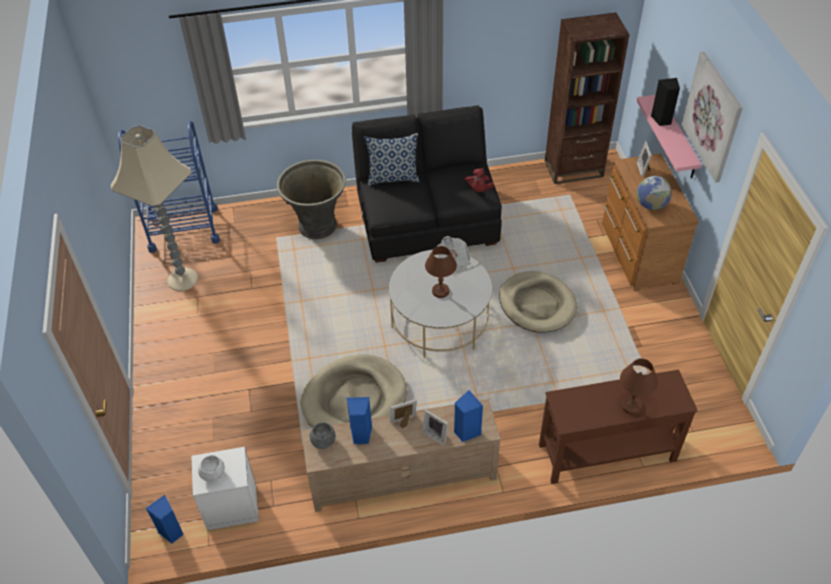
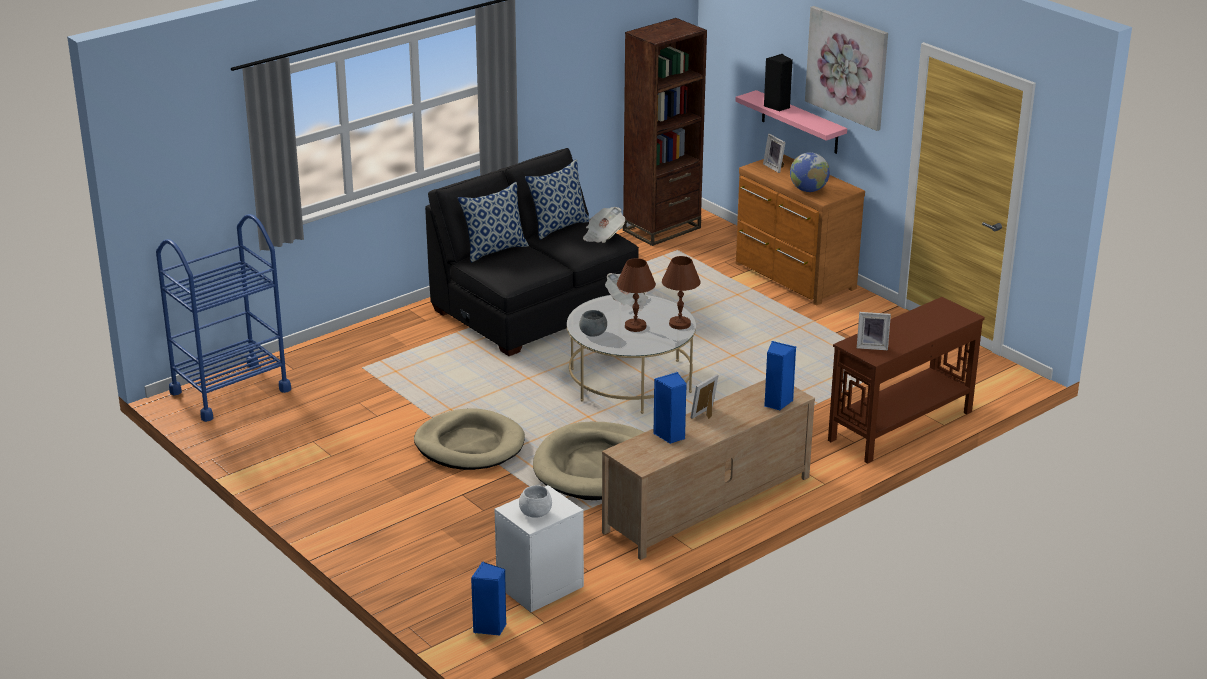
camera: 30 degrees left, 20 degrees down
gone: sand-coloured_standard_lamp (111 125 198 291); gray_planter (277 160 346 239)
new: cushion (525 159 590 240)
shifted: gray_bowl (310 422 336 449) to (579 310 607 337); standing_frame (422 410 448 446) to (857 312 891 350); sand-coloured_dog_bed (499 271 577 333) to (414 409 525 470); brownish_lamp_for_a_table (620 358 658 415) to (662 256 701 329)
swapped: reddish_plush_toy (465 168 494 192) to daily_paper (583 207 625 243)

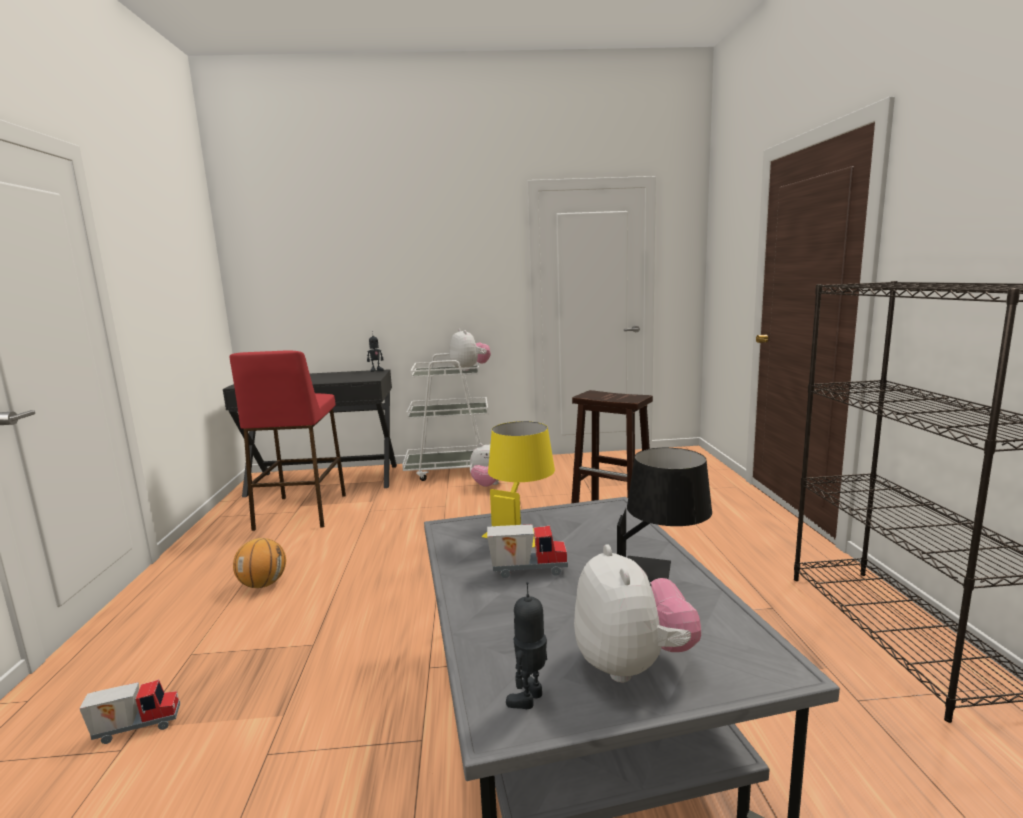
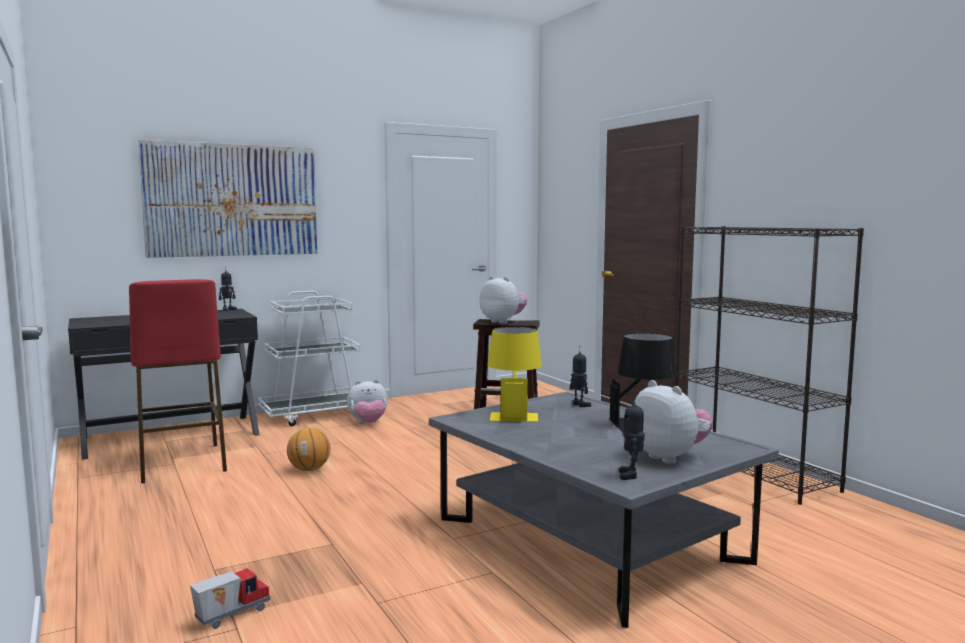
camera: 25 degrees left, 5 degrees down
gone: toy_truck (487 524 568 578)
new: wall_art (138 140 317 258); robot_figure (569 346 591 407)
shifted: ball_for_basketball (233 538 286 588) to (287 428 331 471); plush_toy (450 329 491 371) to (480 276 527 324)

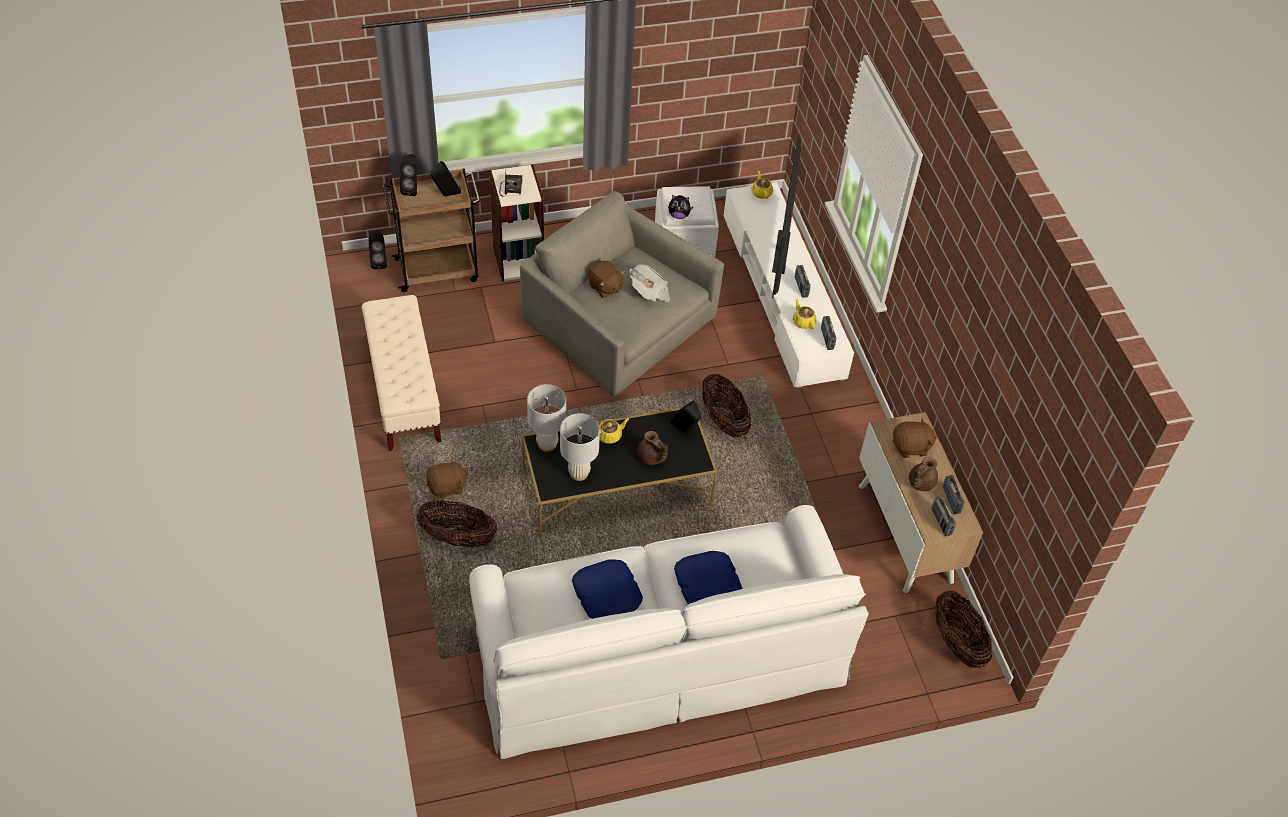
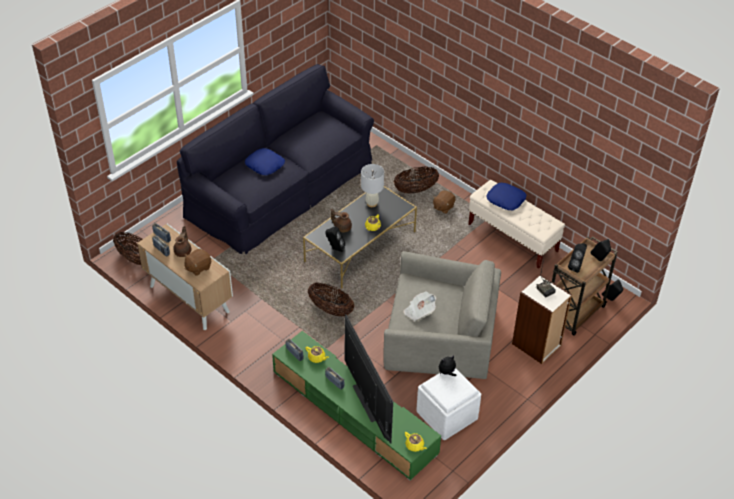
camera: 150 degrees right, 5 degrees down
gone: whitish_lamp_for_a_table (527 384 566 452); brownish_plush_toy (587 261 625 298)
shifted: blue_cushion (572 559 643 619) to (486 183 526 210)
repainted: whitish_settee (469 505 869 759) to black-coloured_settee (177 64 374 254); whitish_tv_unit (724 182 854 388) to green_tv_unit (272 331 441 481)

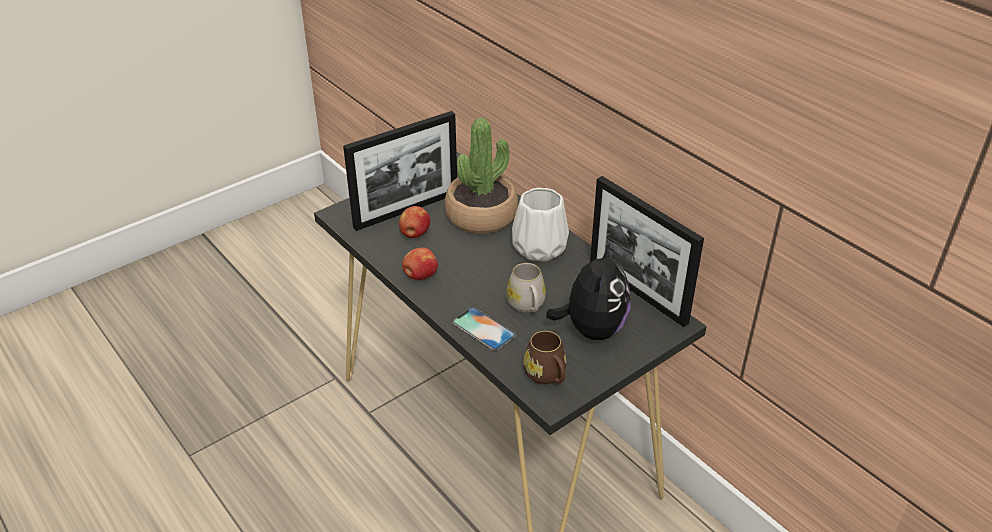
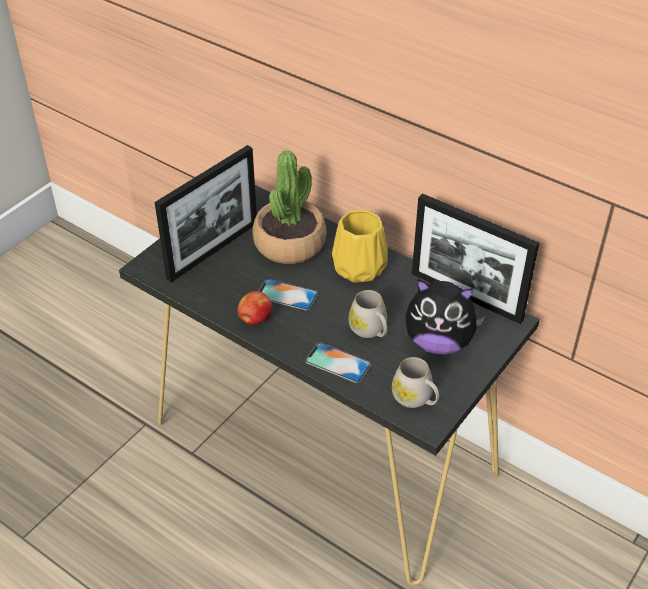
camera: 15 degrees left, 5 degrees up
gone: apple_fruit (399 206 430 238)
new: handset (259 279 318 311)
repainted: whitish_vase (512 188 569 261) to yellow-coloured_vase (332 210 388 283); brownish_coffee_mug (523 331 566 384) to whitish_coffee_mug (392 357 439 408)
rotated: plush_toy (546 242 631 340) = (406 279 485 355) 105 degrees clockwise

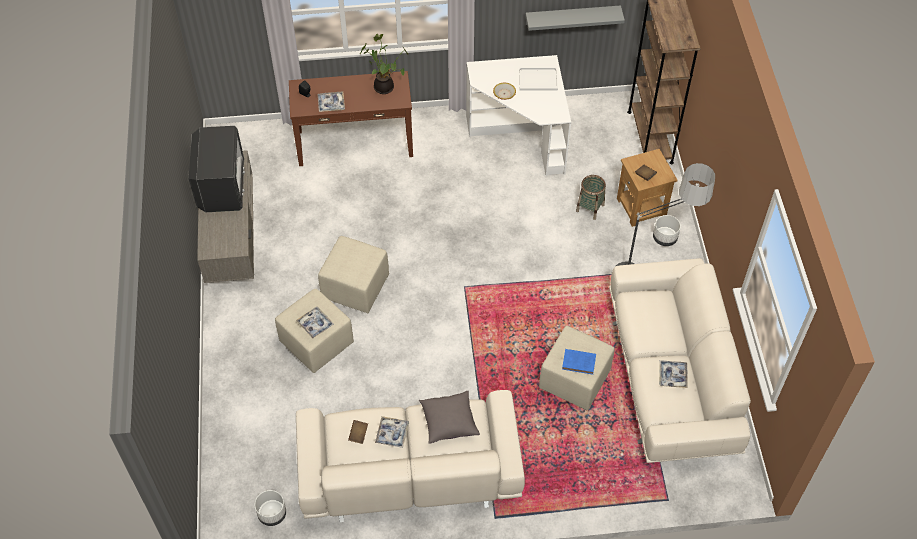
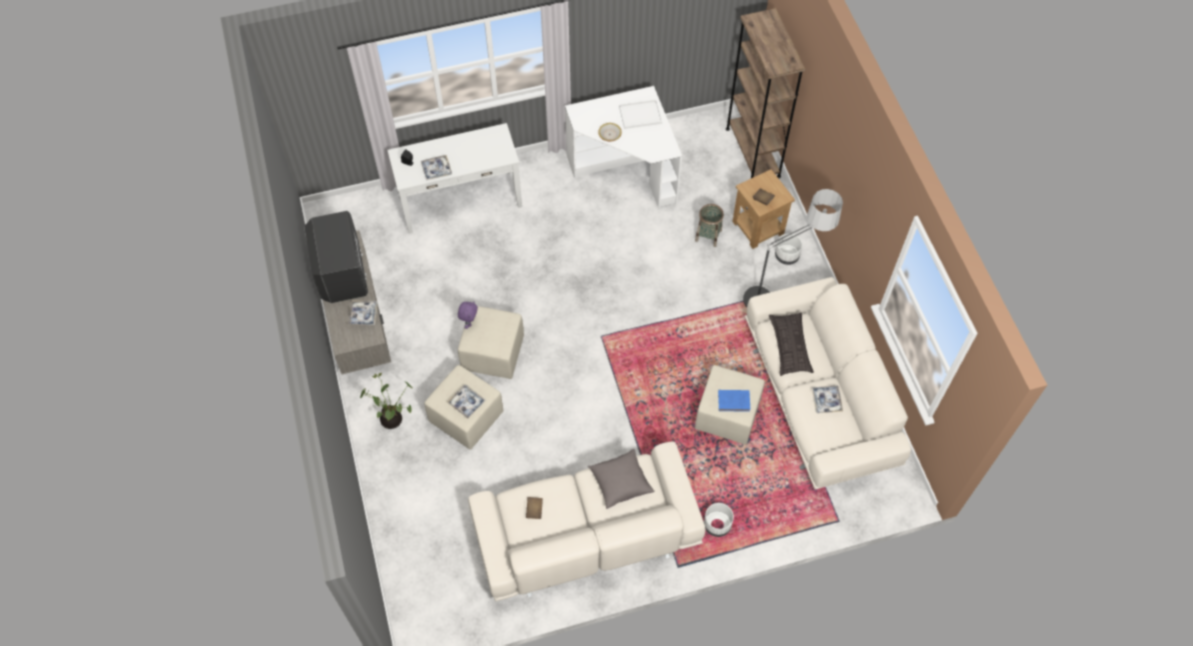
camera: 10 degrees left, 5 degrees up
gone: gray_bracket_shelf (526 5 625 31)
new: purple_plush_toy (458 302 478 329); cushion (769 313 814 376)
shifted: whitish_planter (254 490 286 526) to (704 503 734 537); potted_plant (360 34 408 94) to (360 373 412 429); serving_tray (375 416 409 448) to (348 300 378 325)
repainted: brownish_console_table (289 71 413 166) to whitish_console_table (387 123 522 234)

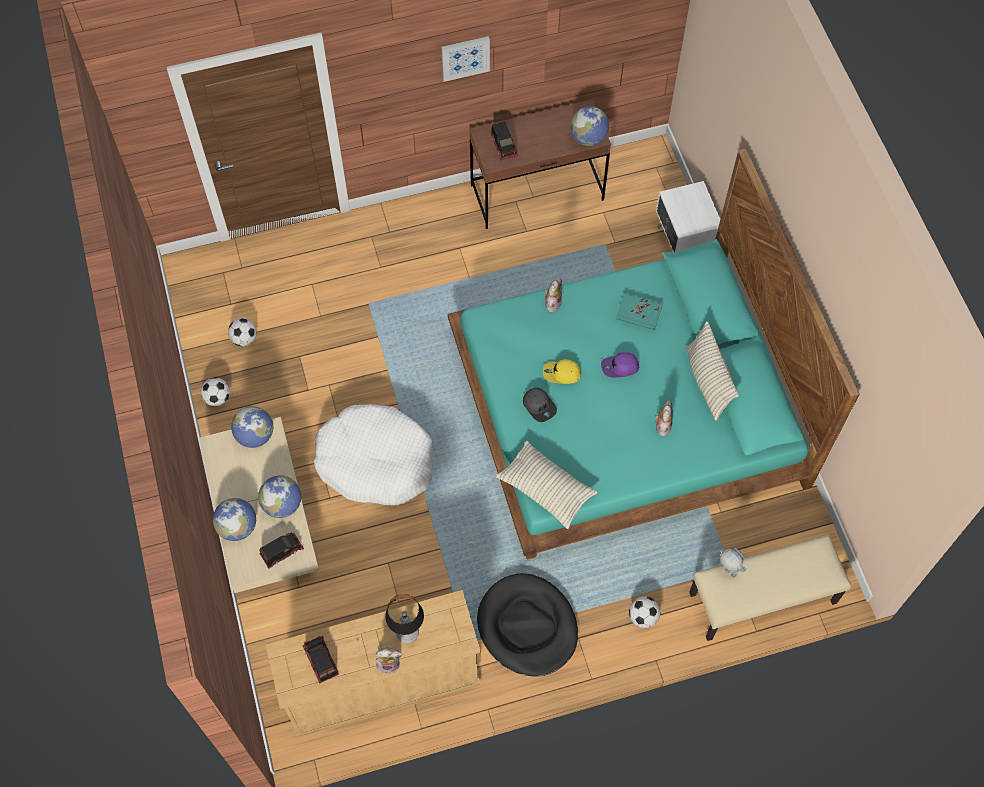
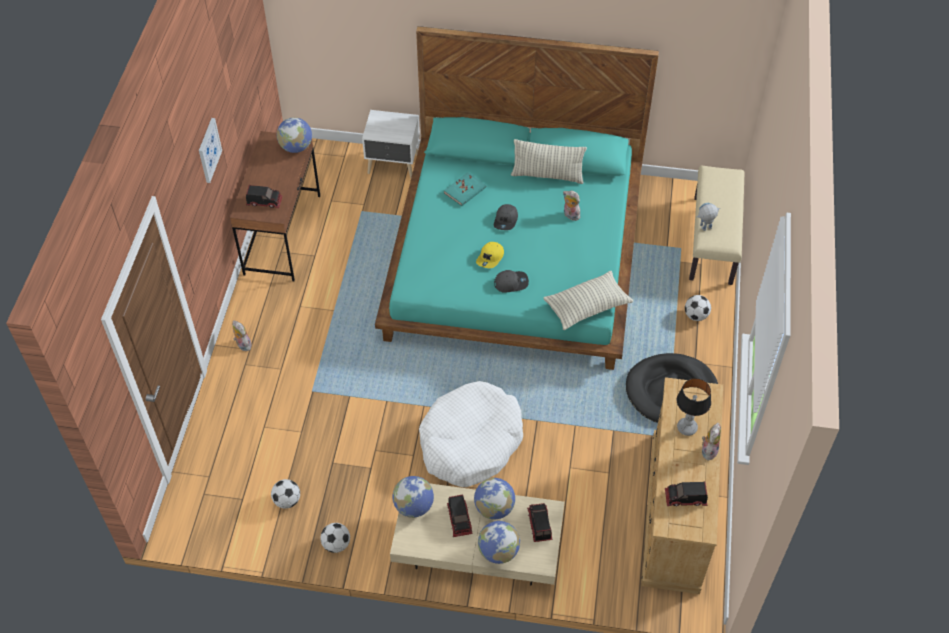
camera: 65 degrees left, 10 degrees down
new: toy_truck (447 495 473 537)
shifted: plush_toy (545 277 562 312) to (233 320 251 351)
repainted: purple_baseball_cap (601 352 639 378) to gray_baseball_cap (494 204 518 230)

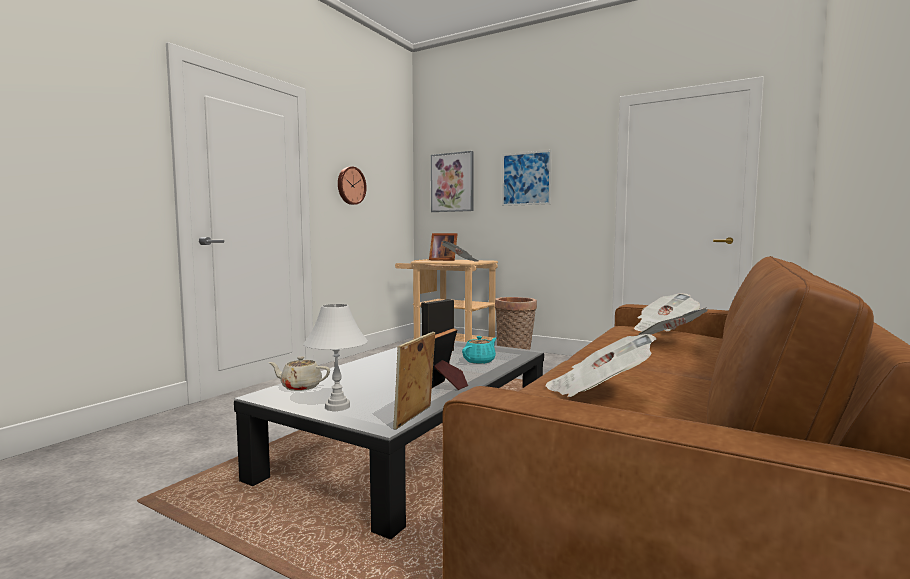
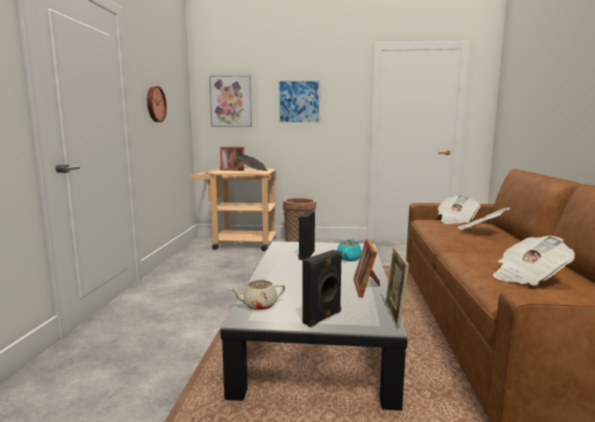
camera: 25 degrees left, 5 degrees up
swapped: whitish_lamp_for_a_table (303 304 368 411) to black-coloured_audio_speaker (302 250 342 327)

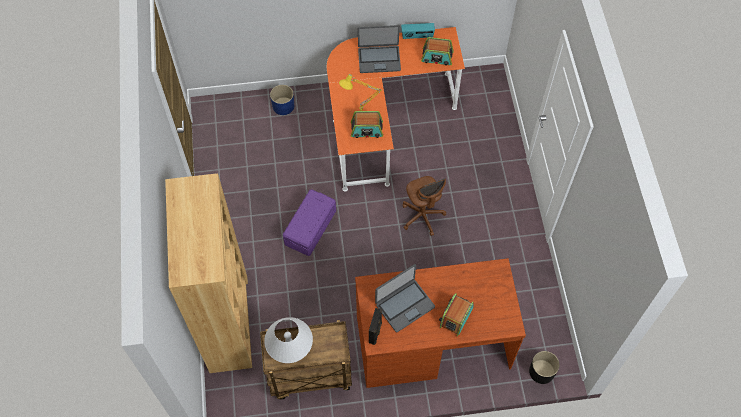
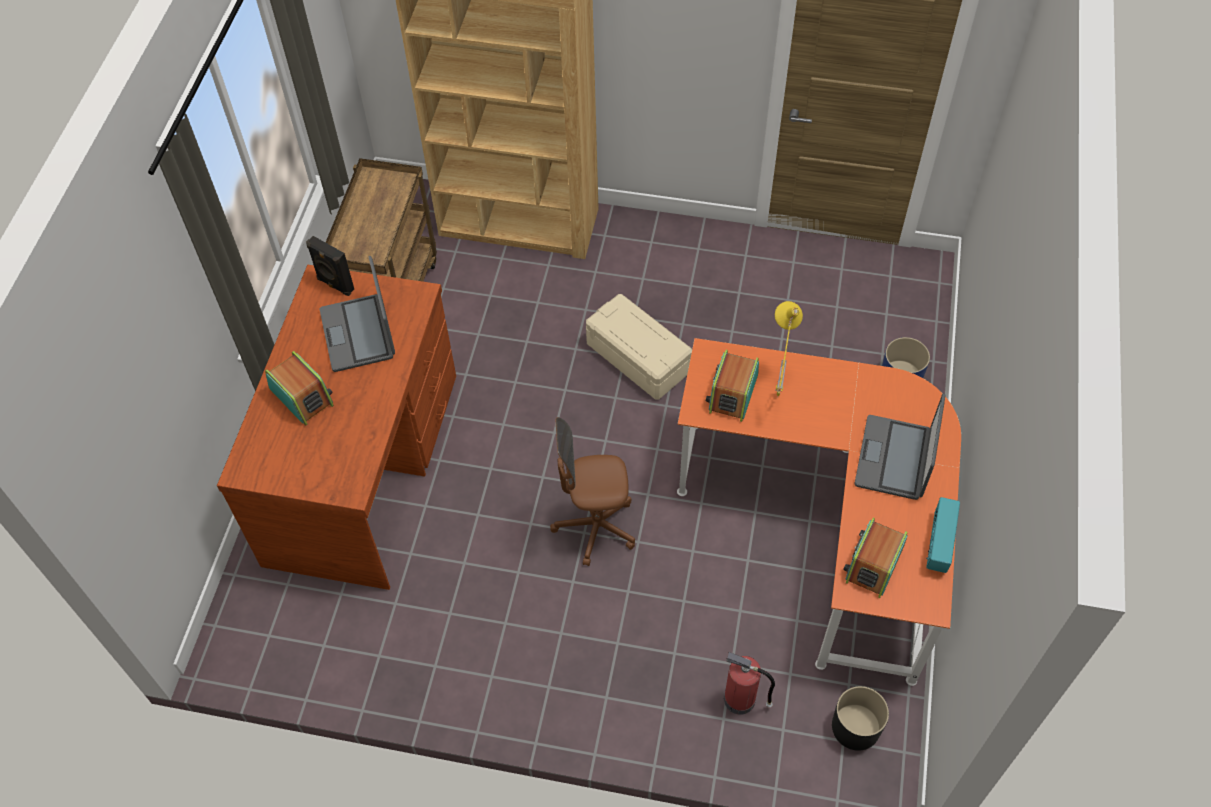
camera: 110 degrees right, 5 degrees down
gone: whitish_lamp_for_a_table (264 317 313 363)
new: extinguisher (724 652 775 715)
shifted: black-coloured_planter (529 351 560 384) to (832 686 889 751)
repainted: purple_storage_container (283 189 336 256) to sand-coloured_storage_container (586 294 692 400)

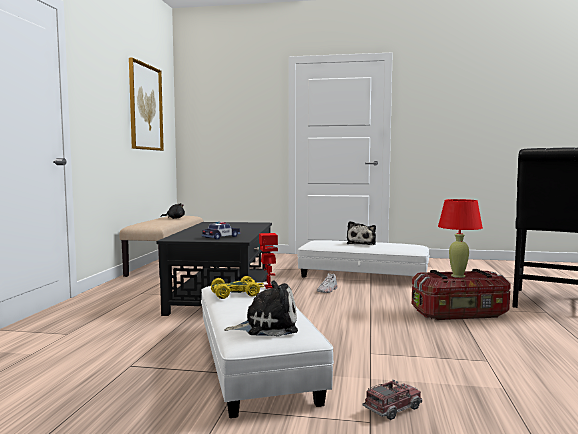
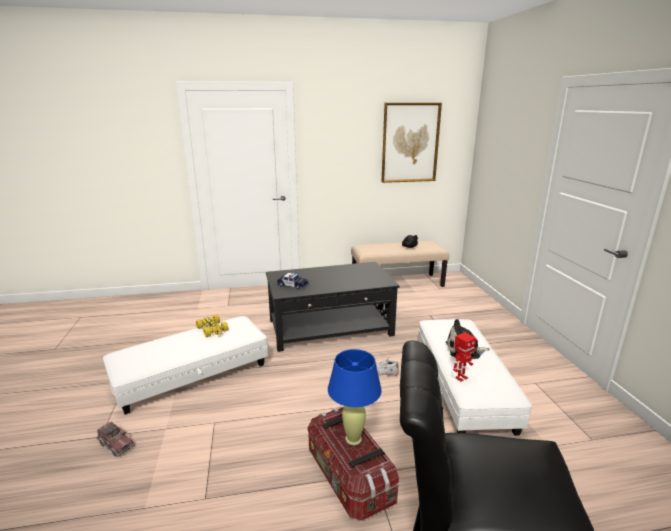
camera: 70 degrees right, 15 degrees up
gone: plush_toy (224 280 298 337)
shifted: robot_figure (259 233 278 289) to (453 332 477 382)
repainted: reddish_lamp_for_a_table (438 199 483 278) to blue_lamp_for_a_table (328 349 382 445)

